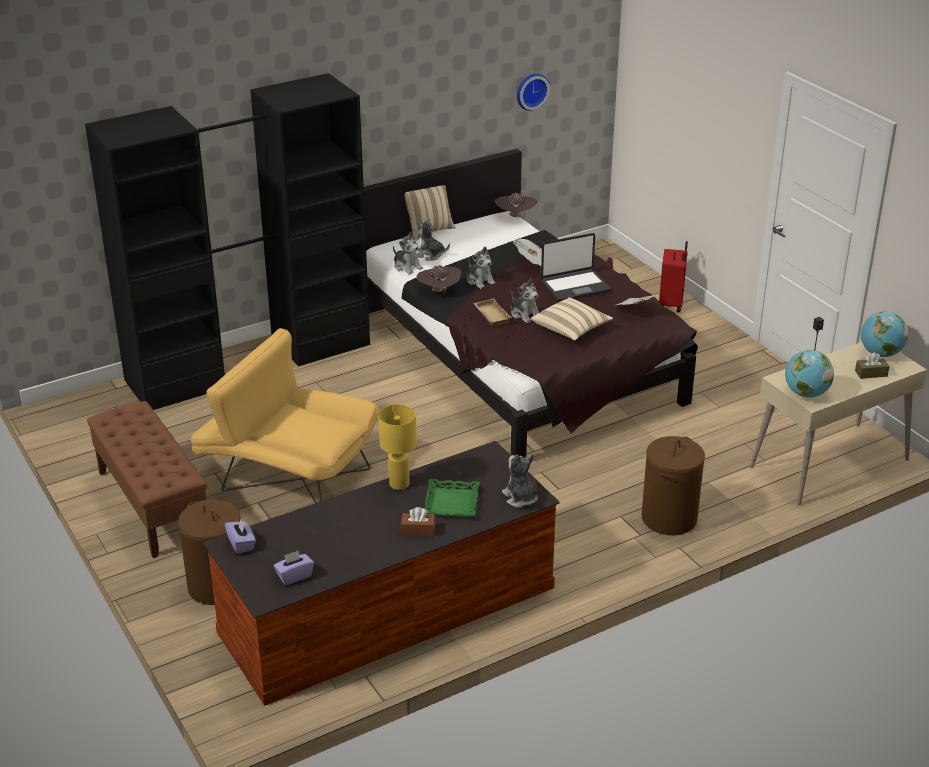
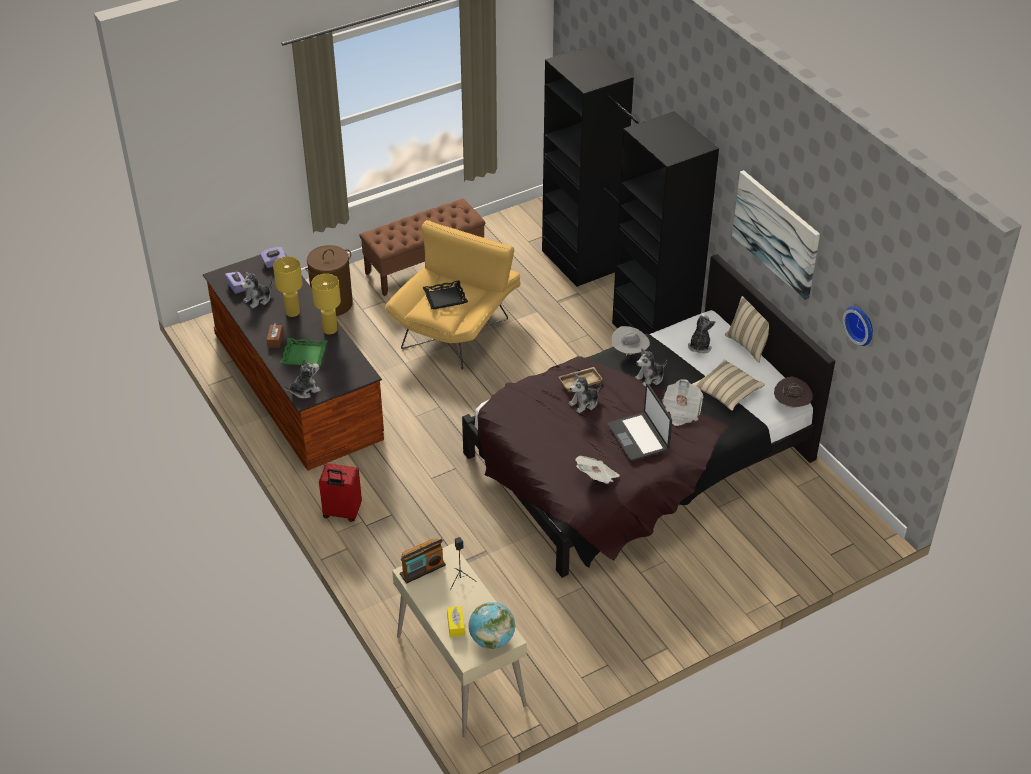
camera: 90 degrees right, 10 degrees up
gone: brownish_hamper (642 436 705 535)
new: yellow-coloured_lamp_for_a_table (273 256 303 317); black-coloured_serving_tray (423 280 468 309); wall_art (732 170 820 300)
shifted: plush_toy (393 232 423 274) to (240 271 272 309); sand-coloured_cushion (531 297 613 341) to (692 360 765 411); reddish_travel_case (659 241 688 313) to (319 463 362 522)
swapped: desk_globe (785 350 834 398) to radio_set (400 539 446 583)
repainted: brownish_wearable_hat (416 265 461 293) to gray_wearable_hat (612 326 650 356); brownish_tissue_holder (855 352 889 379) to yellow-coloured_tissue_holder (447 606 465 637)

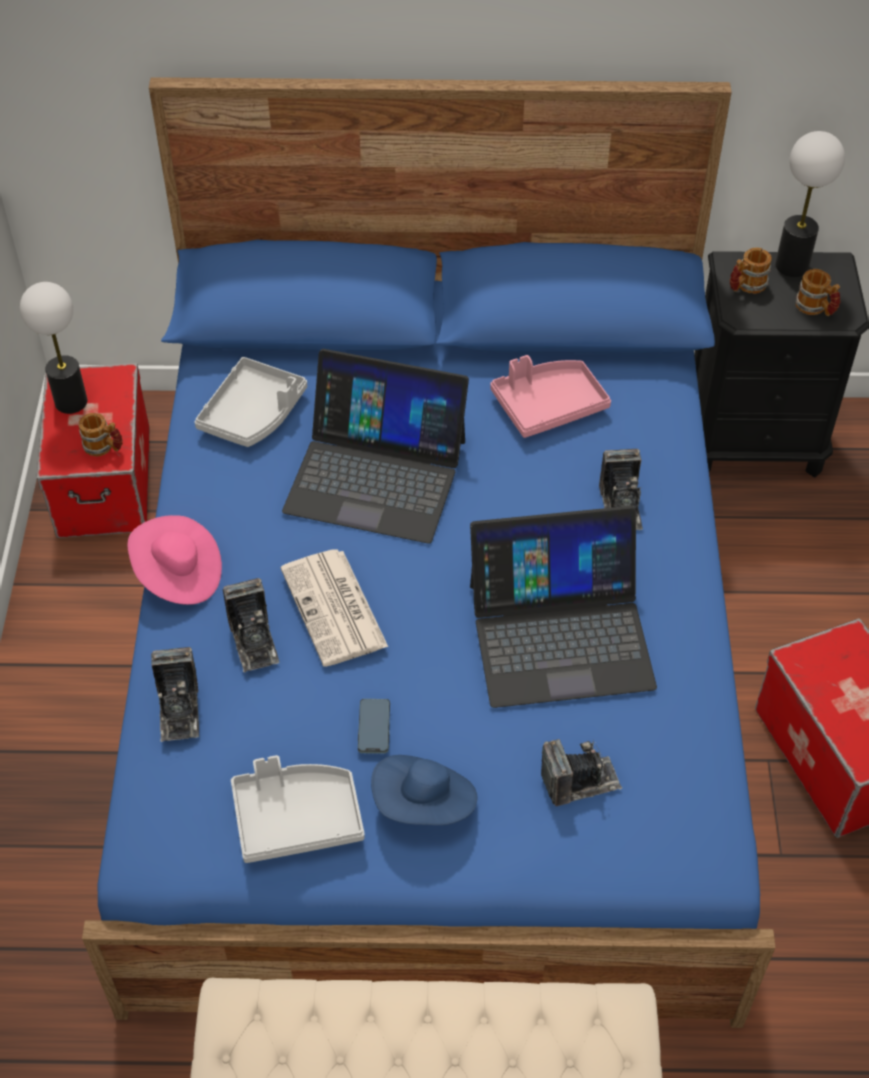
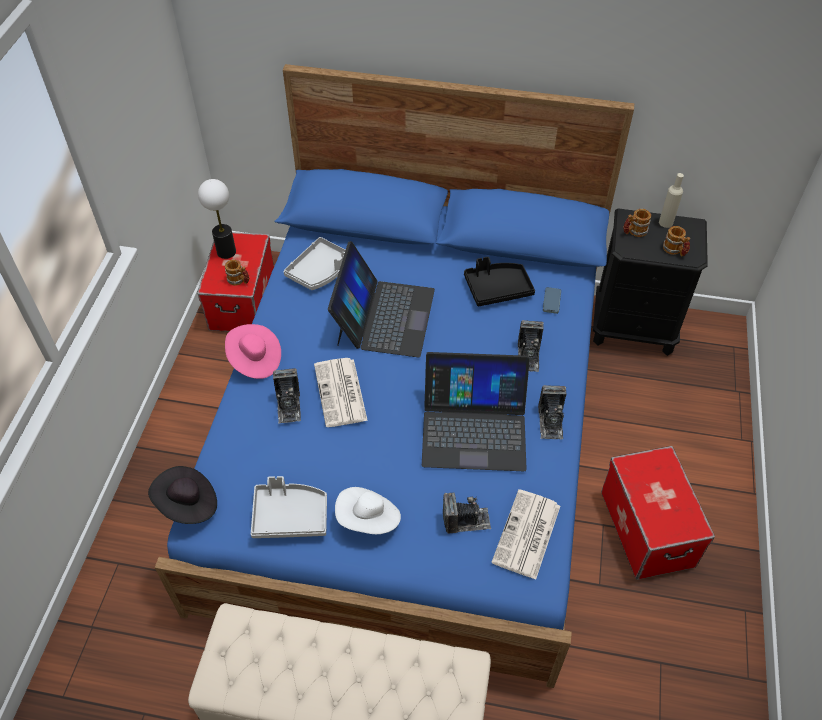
camera: 10 degrees right, 0 degrees up
new: black-coloured_wearable_hat (148 466 217 524); daily_paper (491 489 560 580)
shifted: photo_camera (151 647 199 742) to (538 385 567 439); handset (358 699 390 754) to (543 287 561 314)
swapped: lamp_for_a_table (775 131 845 277) to sand-coloured_beverage_bottle (659 173 684 228)
repainted: blue_wearable_hat (371 755 477 825) to whitish_wearable_hat (335 487 401 534); pink-coloured_serving_tray (491 355 611 438) to black-coloured_serving_tray (464 257 535 307)
rotated: portable_computer (282 349 469 544) = (328 241 435 358) 105 degrees counterclockwise

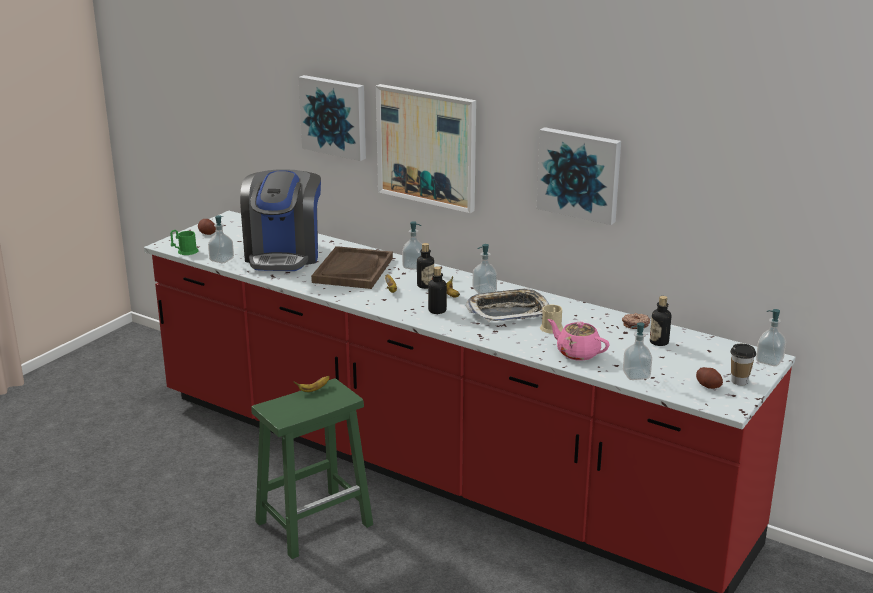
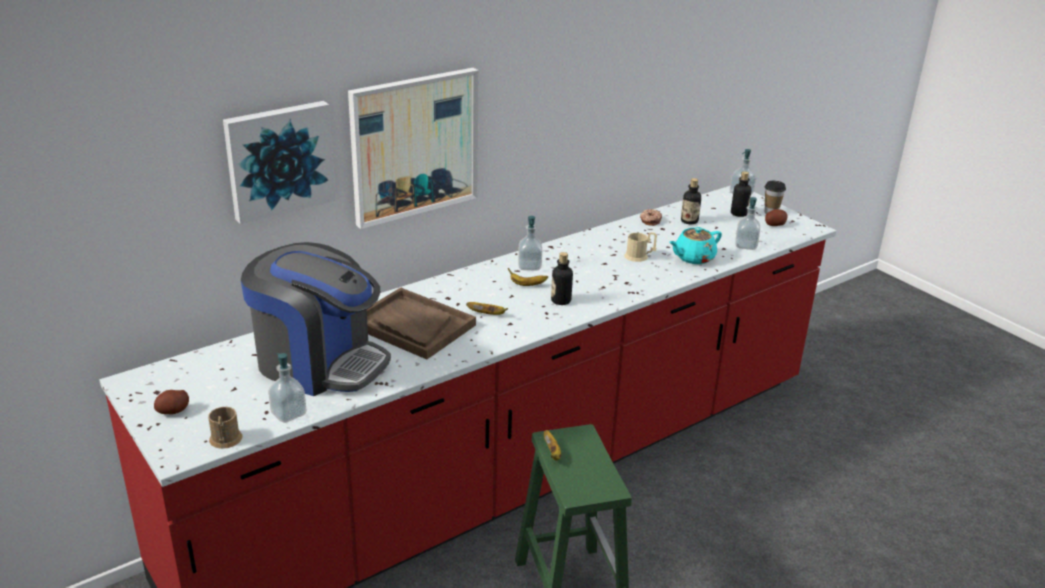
camera: 70 degrees left, 5 degrees up
gone: soap_dispenser (402 221 422 270); serving_tray (466 288 549 322); wall_art (537 127 621 225)
shifted: beverage_bottle (417 243 434 289) to (731 171 752 217)
repainted: green_coffee_mug (170 230 198 255) to brownish_coffee_mug (208 407 242 449); pink-coloured_pot_for_tea (548 319 610 361) to blue-green_pot_for_tea (669 227 722 264)

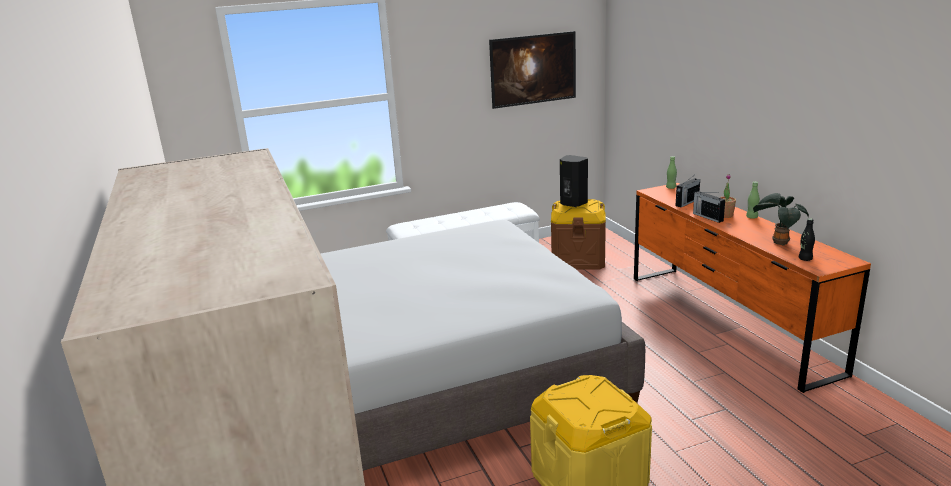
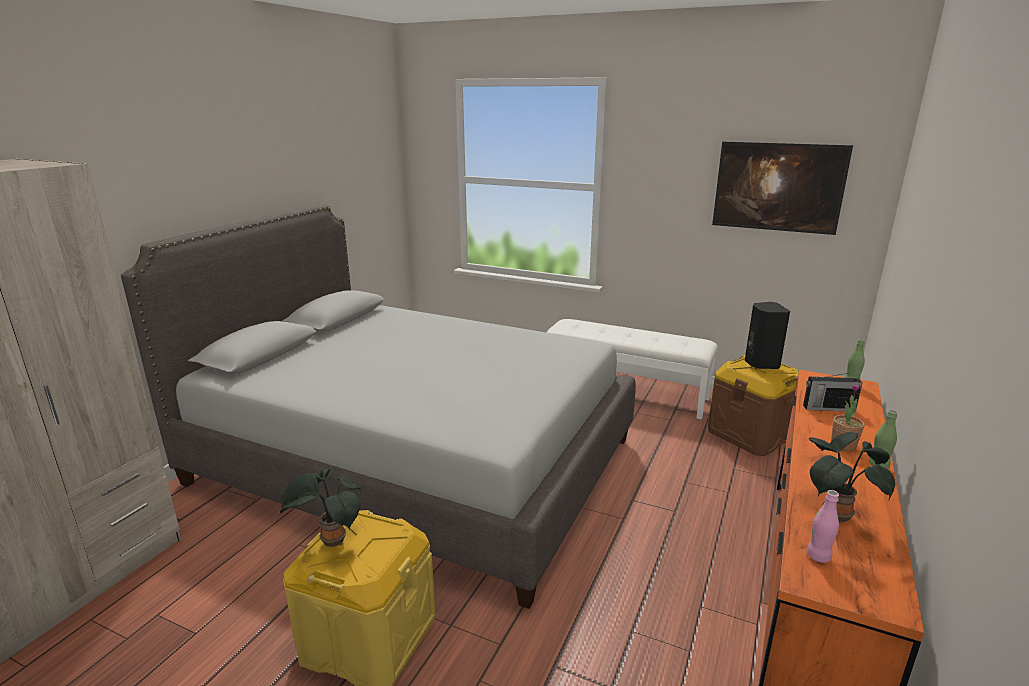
camera: 45 degrees right, 0 degrees up
gone: radio_set (693 191 725 223)
new: potted_plant (280 468 361 547)
repainted: black-coloured_beverage_bottle (799 218 815 261) to pink-coloured_beverage_bottle (807 490 839 563)

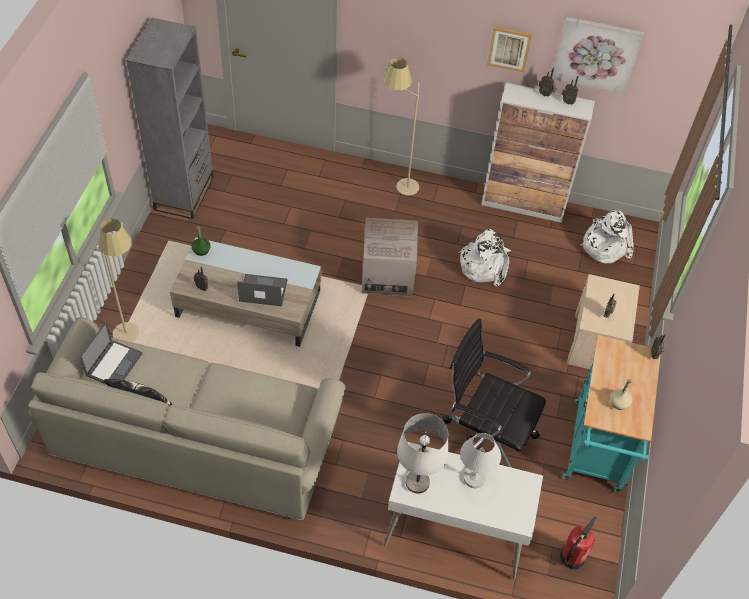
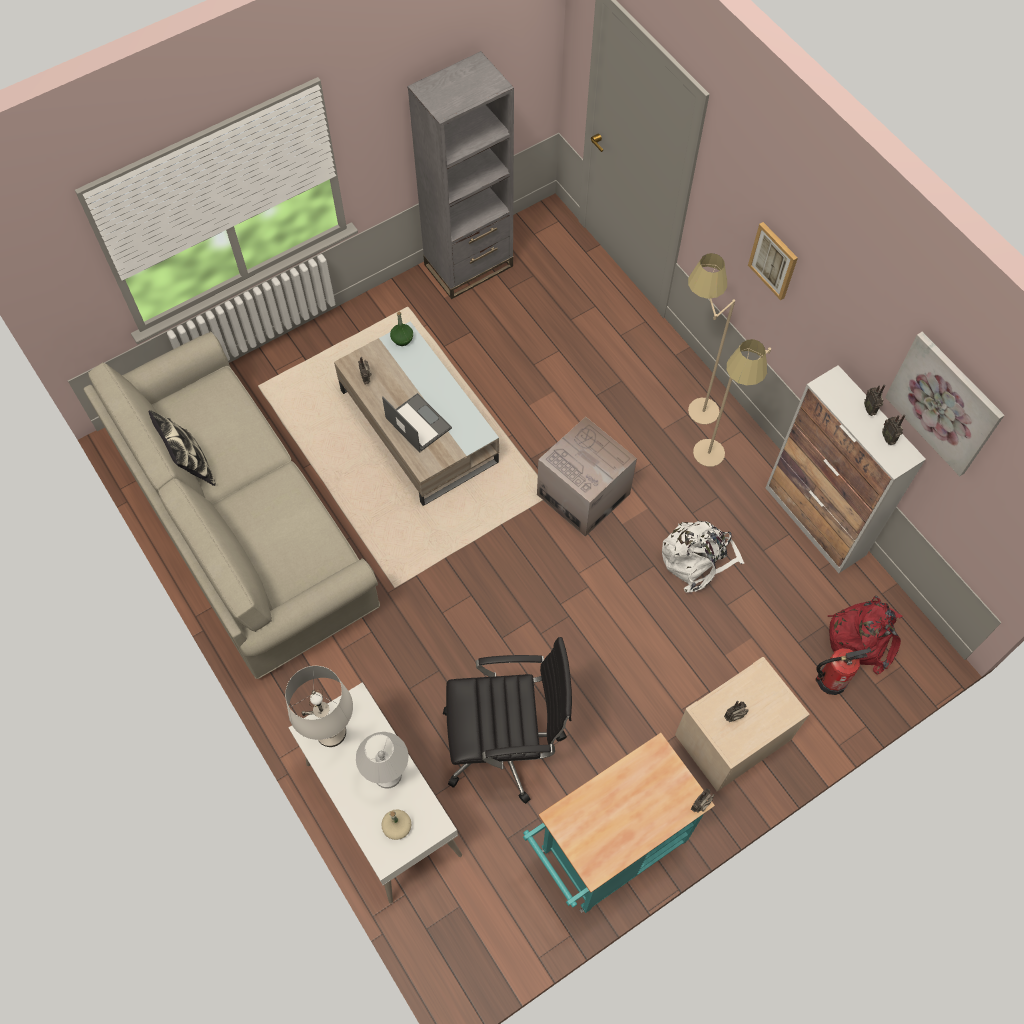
camera: 45 degrees right, 10 degrees up
gone: portable_computer (80 321 143 385)
shifted: sand-coloured_standard_lamp (98 219 139 342) to (693 339 771 467); wall_art (487 26 532 73) to (748 222 798 300); extinguisher (560 516 596 569) to (815 648 871 695); sand-coloured_beverage_bottle (610 379 632 410) to (381 810 411 840)
repainted: whitish_rucksack (581 210 634 264) to reddish_rucksack (828 596 902 674)
rotated: black-coloured_office_chair (443 318 546 468) = (443 637 572 804) 105 degrees clockwise

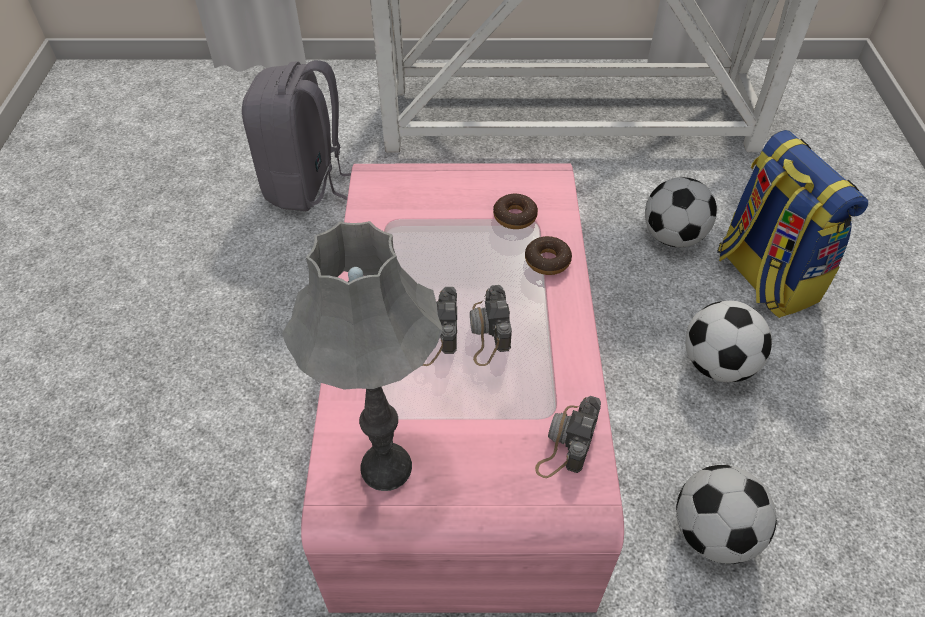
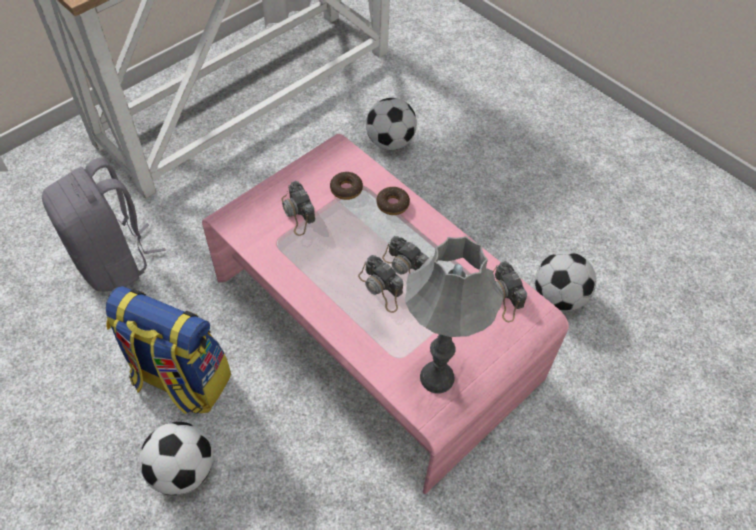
camera: 45 degrees left, 5 degrees up
new: photo_camera (282 181 315 236)
shifted: football (685 301 772 382) to (139 422 213 495); rucksack (717 130 868 318) to (106 286 231 414)

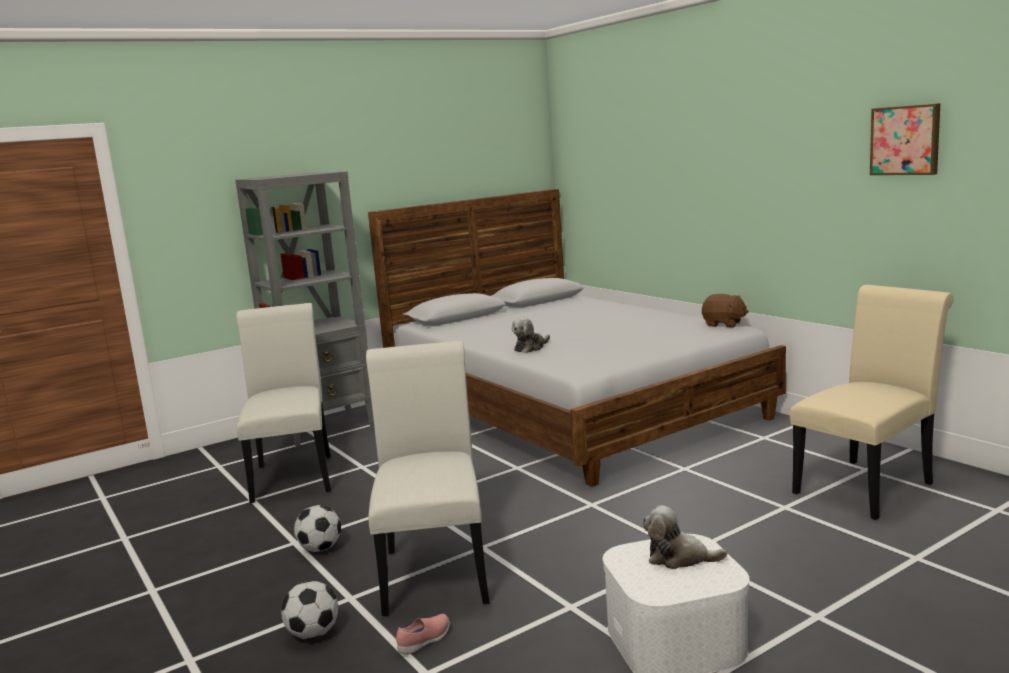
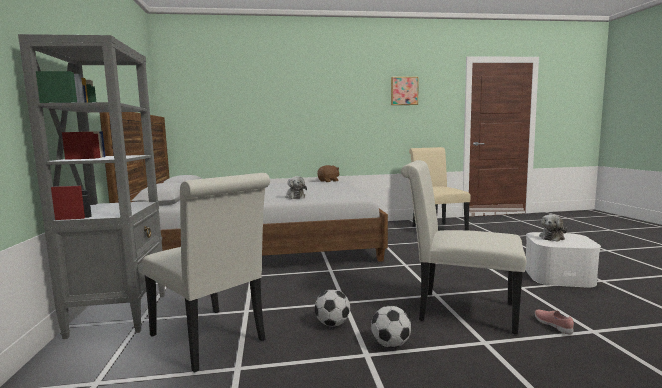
camera: 65 degrees left, 5 degrees down
shifted: football (281 581 339 639) to (314 290 350 326)
rotated: whitish_plain_chair (236 303 331 503) = (142 173 270 373) 150 degrees counterclockwise

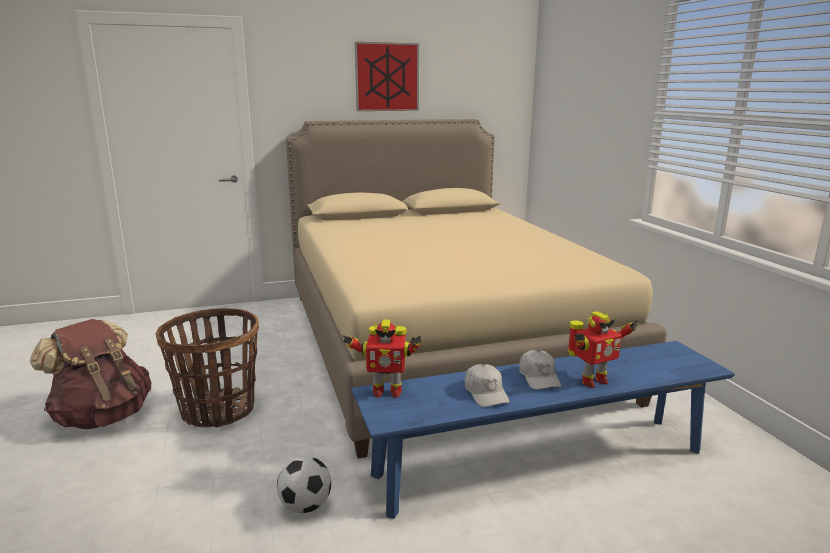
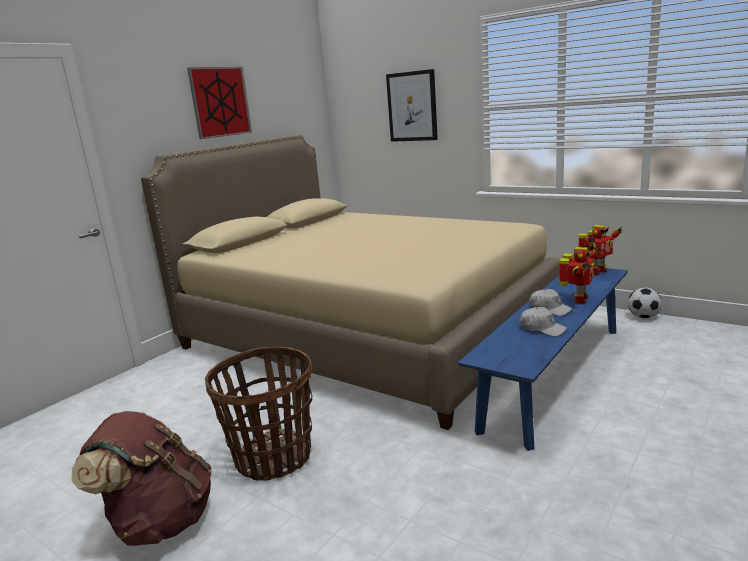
camera: 35 degrees left, 0 degrees up
new: wall_art (386 69 438 142)
shifted: football (277 456 331 513) to (628 288 662 318); robot_figure (342 319 422 398) to (578 225 622 275)

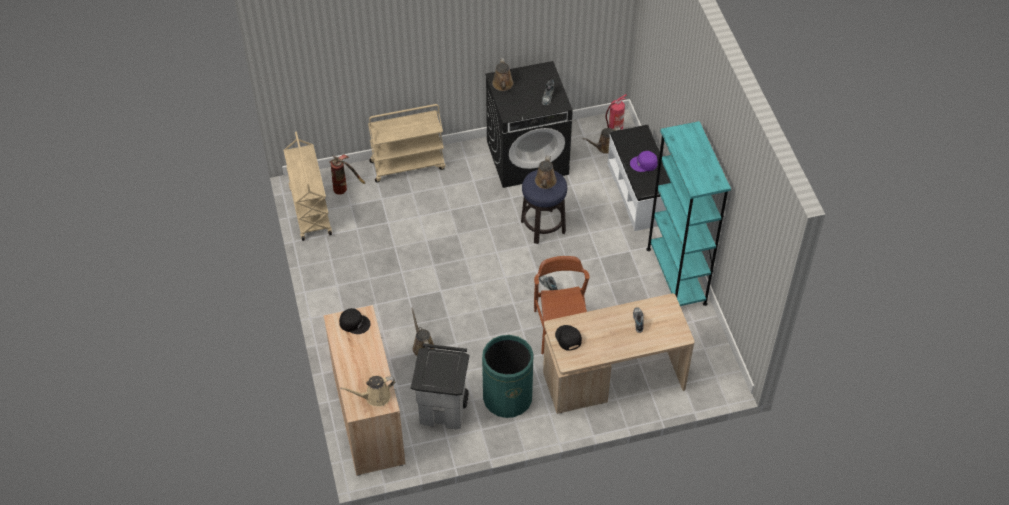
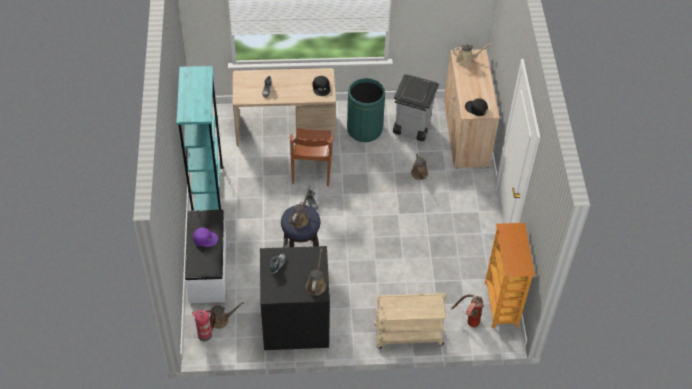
camera: 170 degrees left, 0 degrees up
swapped: sand-coloured_trolley (283 131 332 241) to bookshelf (485 223 535 328)

